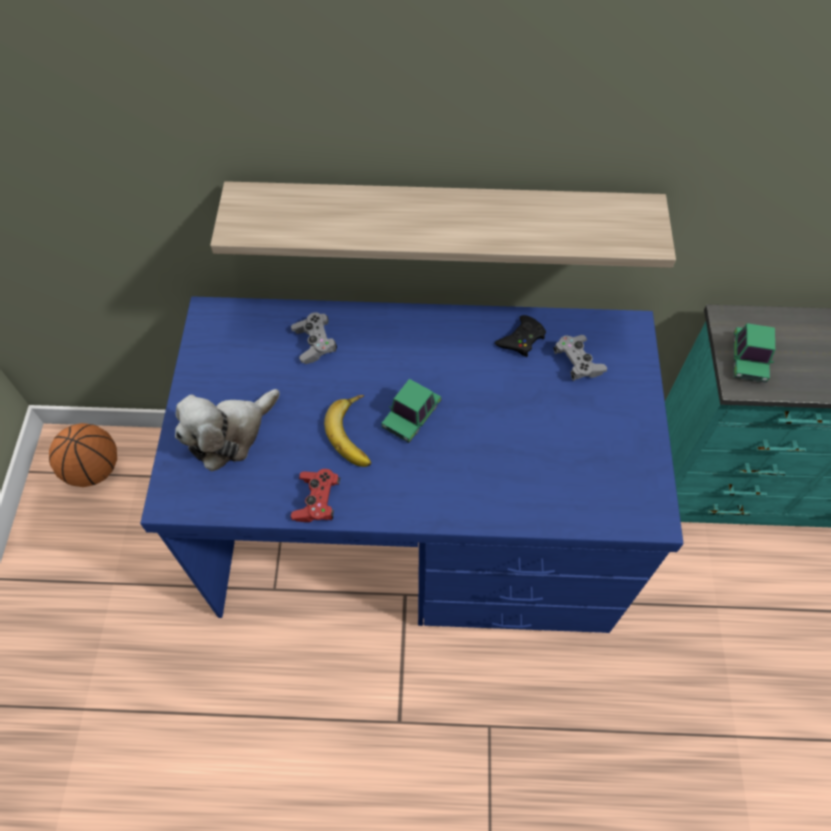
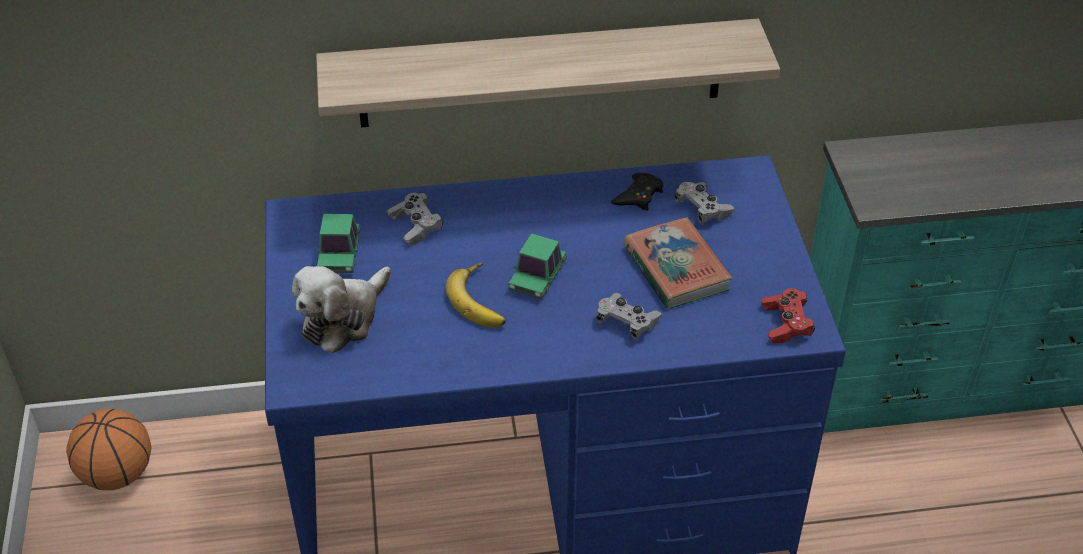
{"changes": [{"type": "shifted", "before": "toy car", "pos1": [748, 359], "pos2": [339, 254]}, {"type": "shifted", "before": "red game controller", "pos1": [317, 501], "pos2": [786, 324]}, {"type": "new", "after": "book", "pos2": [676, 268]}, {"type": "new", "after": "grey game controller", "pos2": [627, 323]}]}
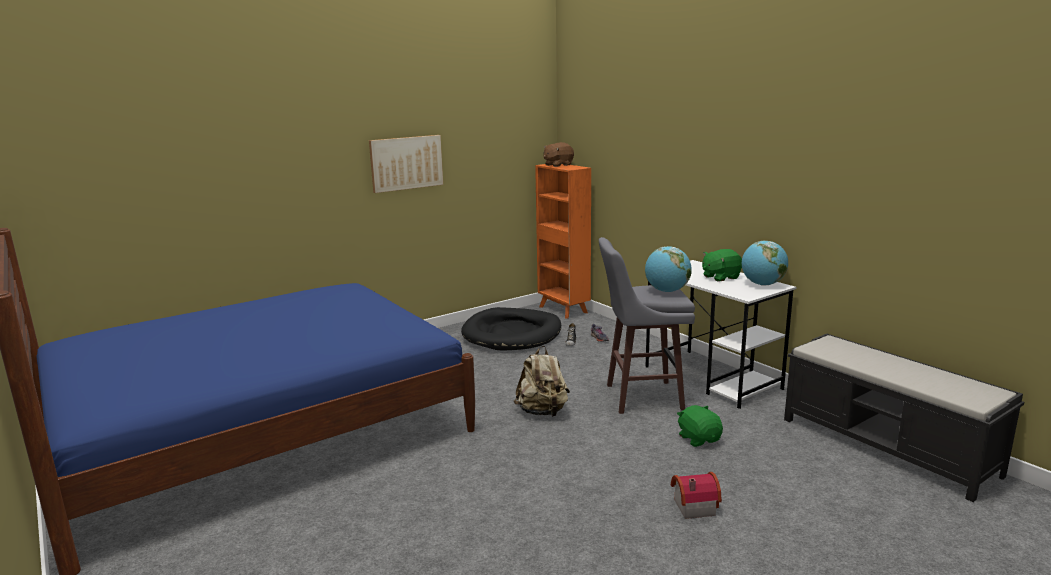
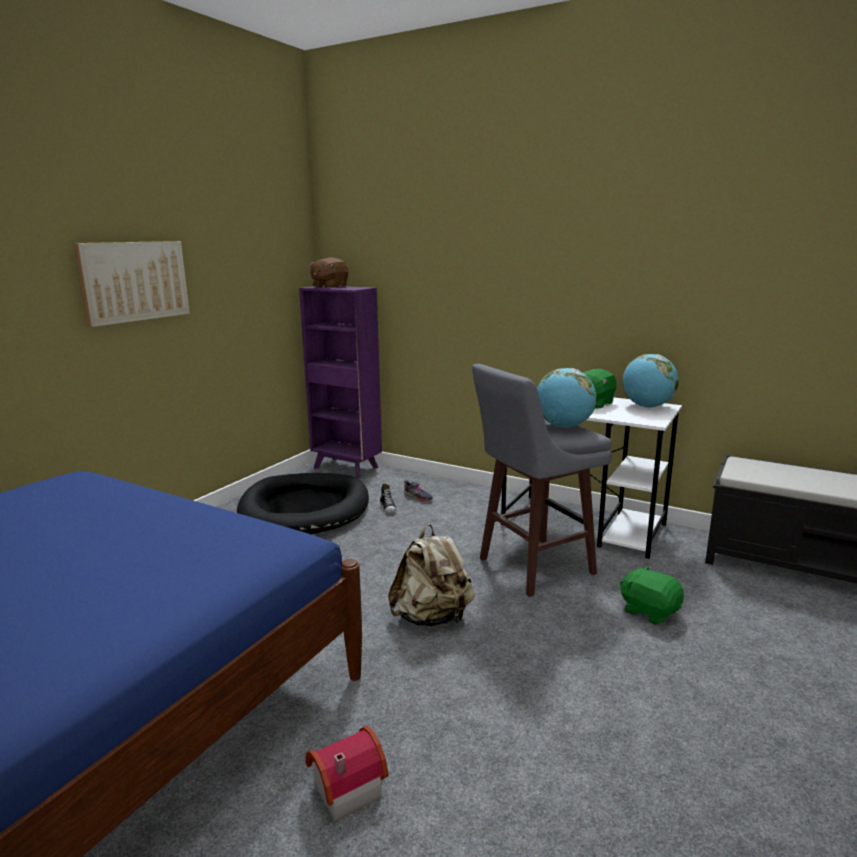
{"changes": [{"type": "repainted", "before": "orange bookcase", "after": "purple bookcase", "pos1": [563, 310], "pos2": [347, 468]}, {"type": "shifted", "before": "toy house", "pos1": [692, 506], "pos2": [344, 788]}]}
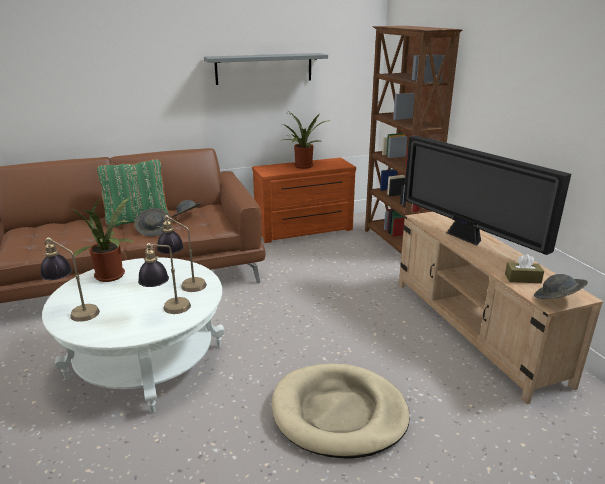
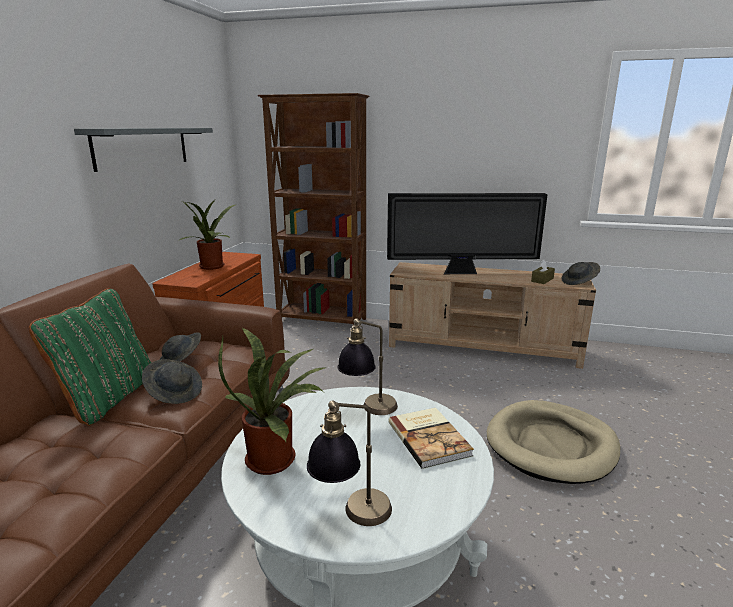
{"changes": [{"type": "swapped", "before": "table lamp", "after": "book", "pos1": [168, 312], "pos2": [430, 438]}]}
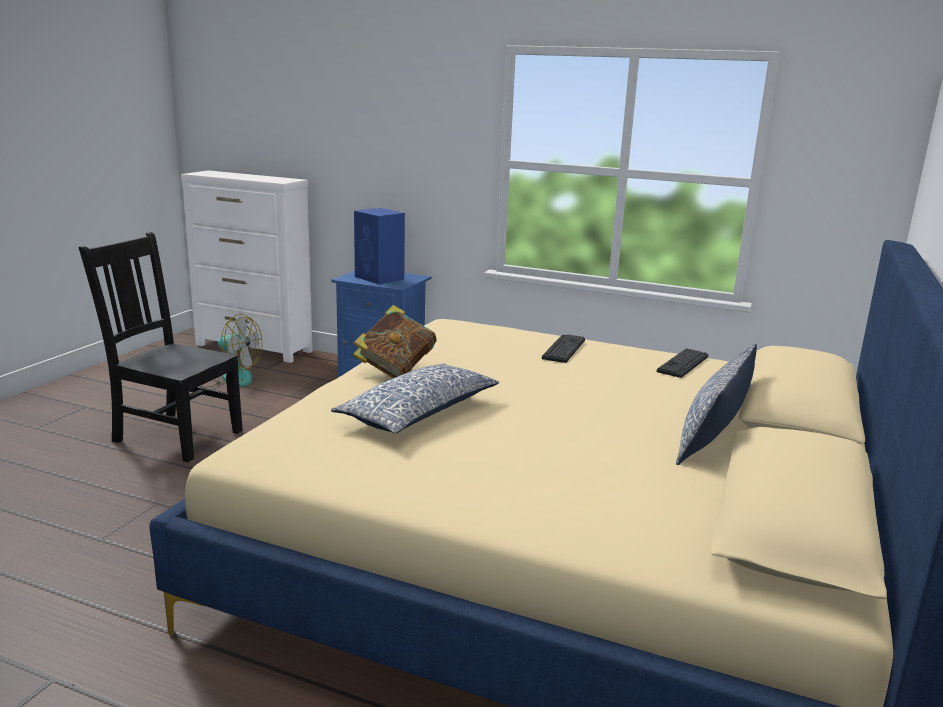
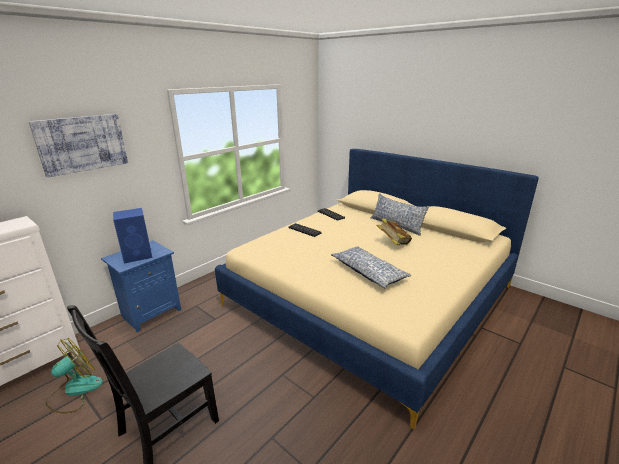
{"changes": [{"type": "shifted", "before": "book", "pos1": [395, 370], "pos2": [393, 243]}, {"type": "new", "after": "picture", "pos2": [82, 144]}]}
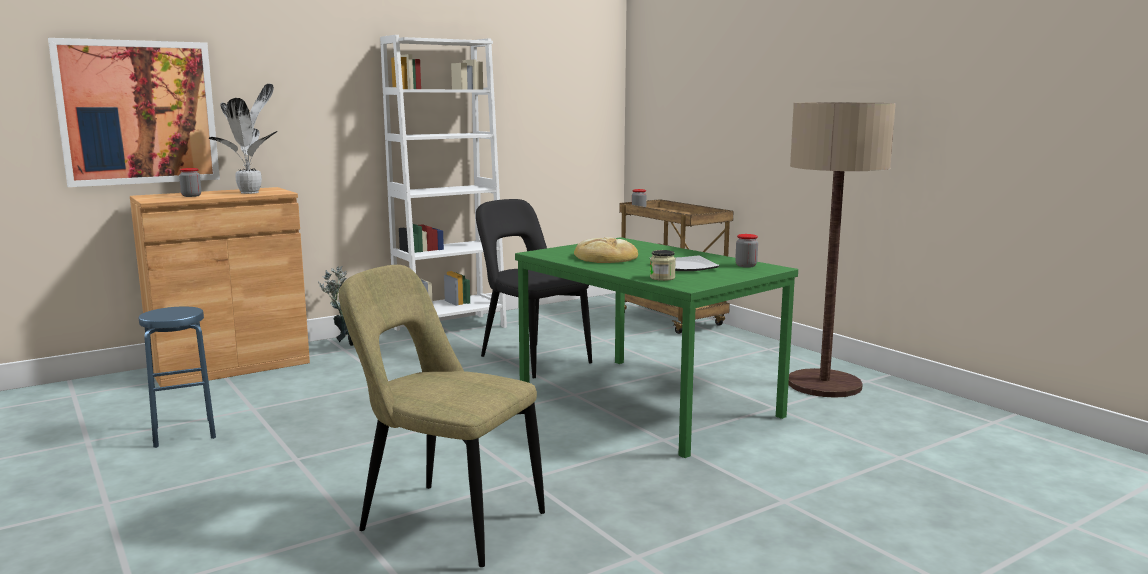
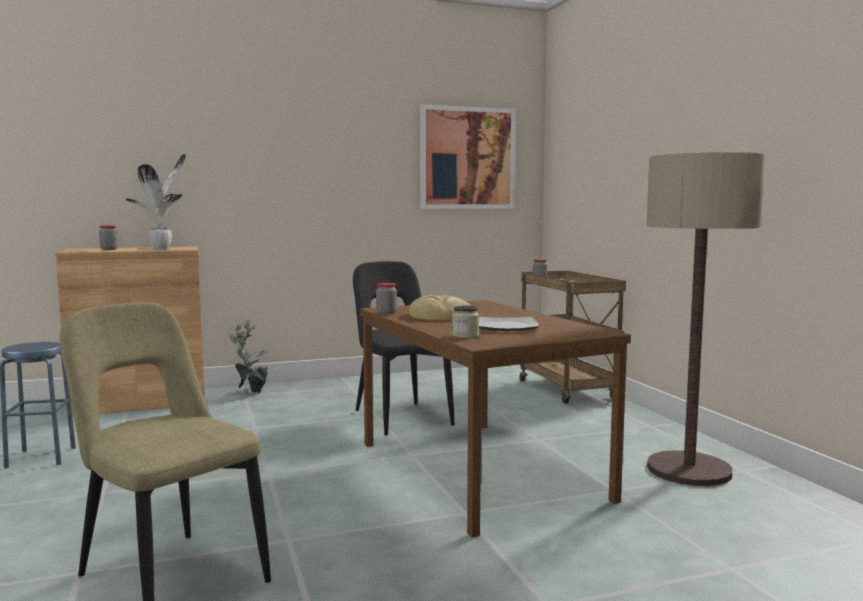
{"changes": [{"type": "gone", "before": "white bookcase", "pos1": [450, 328]}, {"type": "shifted", "before": "picture", "pos1": [138, 112], "pos2": [467, 158]}, {"type": "shifted", "before": "jar", "pos1": [746, 266], "pos2": [386, 313]}, {"type": "repainted", "before": "green dining table", "after": "brown dining table", "pos1": [645, 402], "pos2": [476, 470]}]}
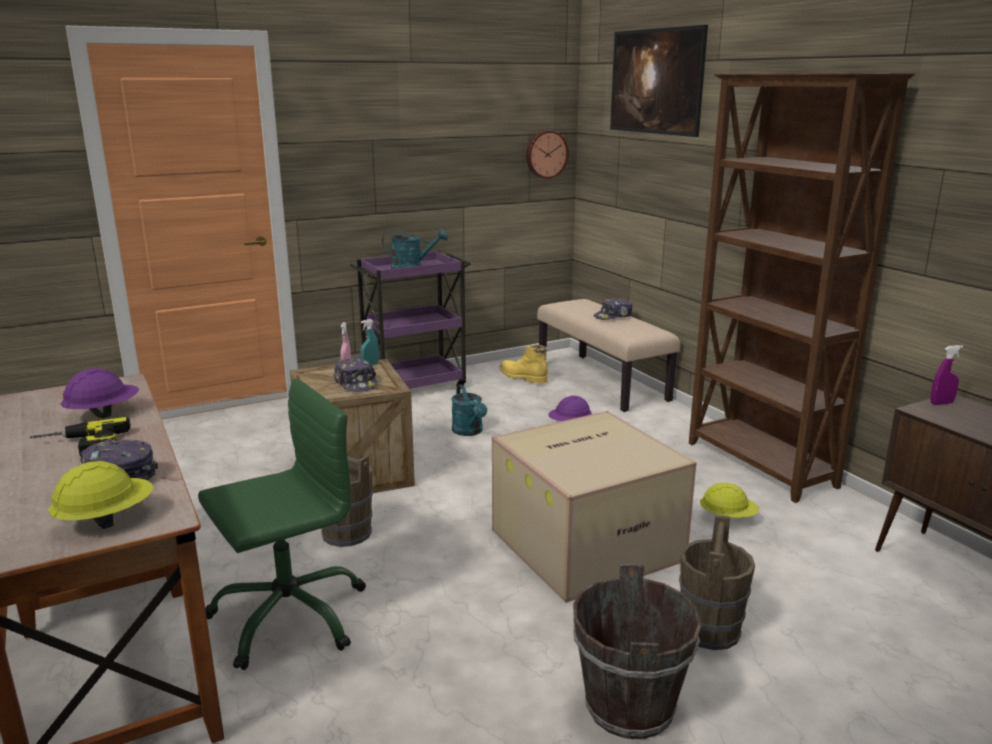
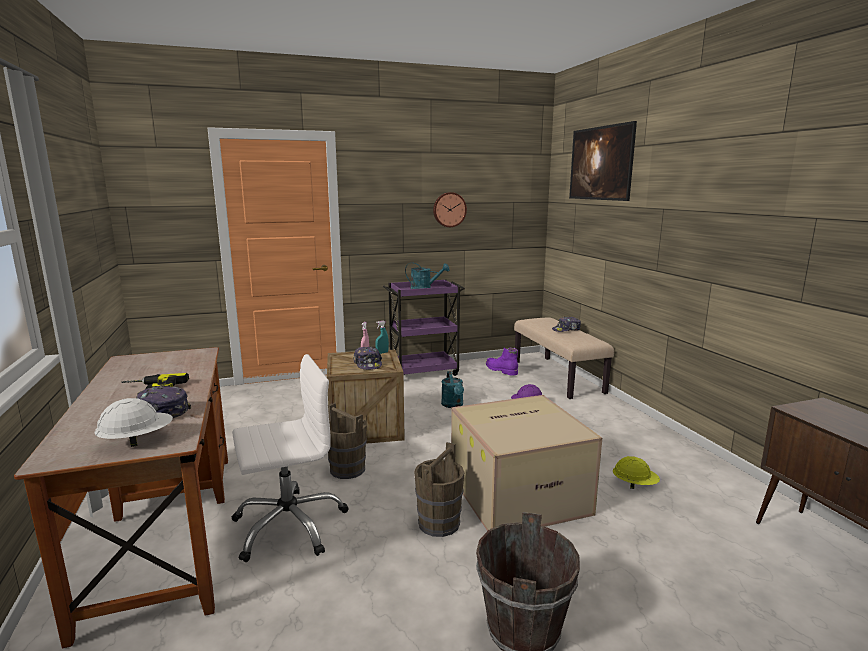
{"changes": [{"type": "gone", "before": "brown bookcase", "pos1": [760, 465]}, {"type": "shifted", "before": "wall clock", "pos1": [546, 154], "pos2": [449, 209]}, {"type": "repainted", "before": "yellow boot", "after": "purple boot", "pos1": [522, 377], "pos2": [500, 370]}, {"type": "gone", "before": "purple spray bottle", "pos1": [941, 403]}, {"type": "gone", "before": "purple hard hat", "pos1": [103, 414]}, {"type": "repainted", "before": "green office chair", "after": "white office chair", "pos1": [288, 615], "pos2": [289, 525]}, {"type": "repainted", "before": "yellow hard hat", "after": "white hard hat", "pos1": [106, 520], "pos2": [137, 441]}, {"type": "shifted", "before": "brown bucket", "pos1": [709, 630], "pos2": [439, 523]}]}
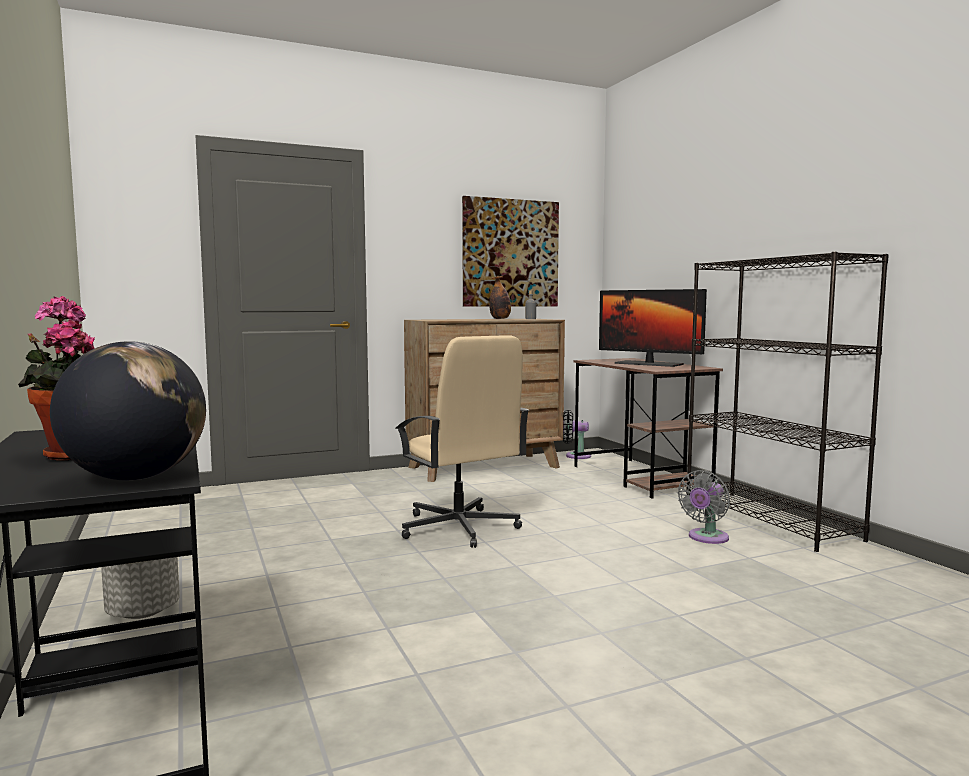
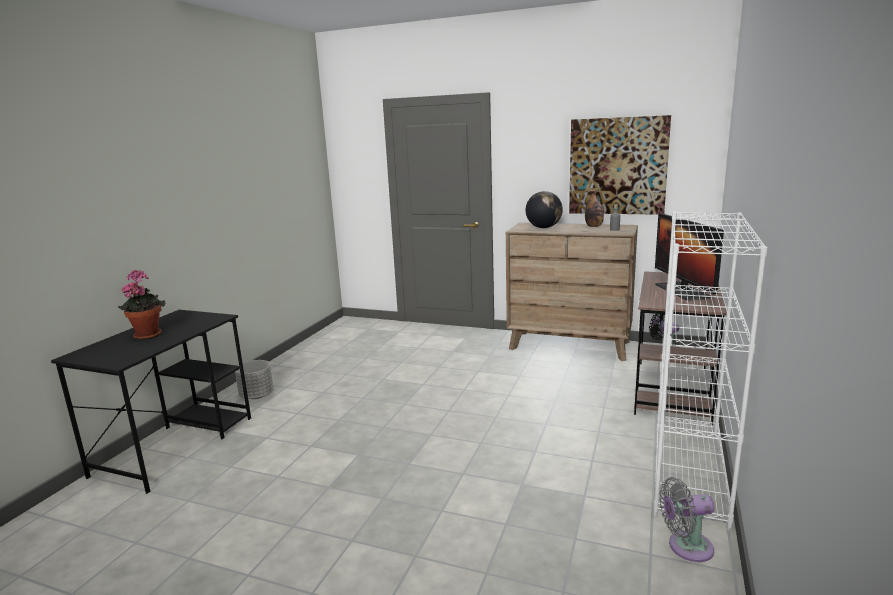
{"changes": [{"type": "repainted", "before": "black bookcase", "after": "white bookcase", "pos1": [770, 519], "pos2": [689, 472]}, {"type": "gone", "before": "beige office chair", "pos1": [459, 528]}, {"type": "shifted", "before": "globe", "pos1": [135, 478], "pos2": [543, 227]}, {"type": "shifted", "before": "grey fan", "pos1": [706, 538], "pos2": [686, 547]}]}
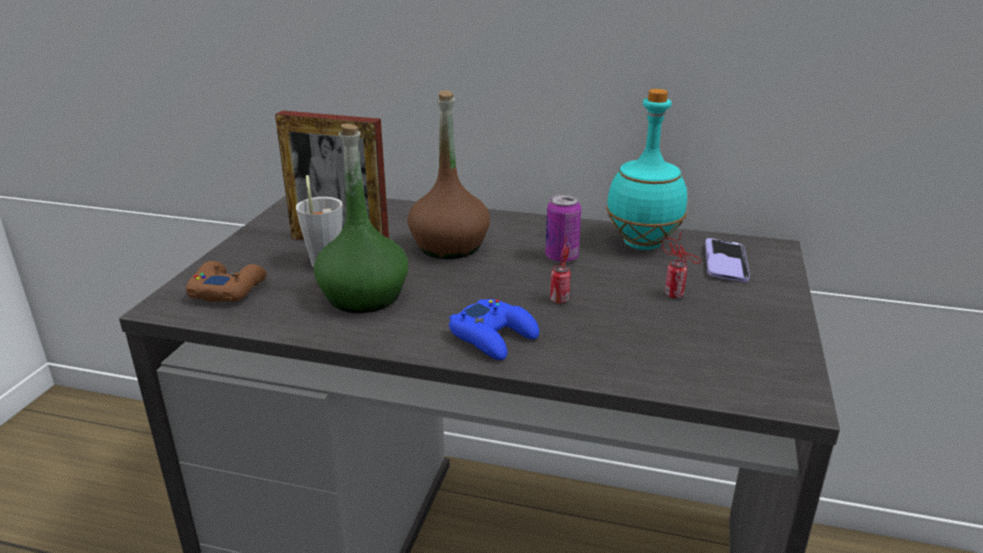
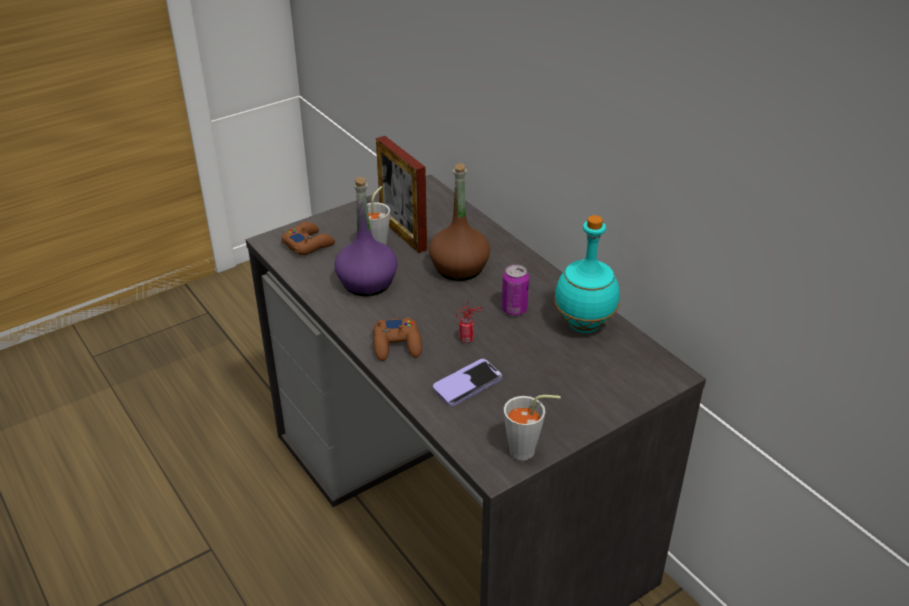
{"changes": [{"type": "repainted", "before": "green bottle", "after": "purple bottle", "pos1": [364, 296], "pos2": [367, 283]}, {"type": "gone", "before": "can", "pos1": [676, 295]}, {"type": "shifted", "before": "phone", "pos1": [726, 262], "pos2": [467, 384]}, {"type": "repainted", "before": "blue game controller", "after": "brown game controller", "pos1": [494, 337], "pos2": [397, 344]}, {"type": "new", "after": "grey cup", "pos2": [528, 451]}]}
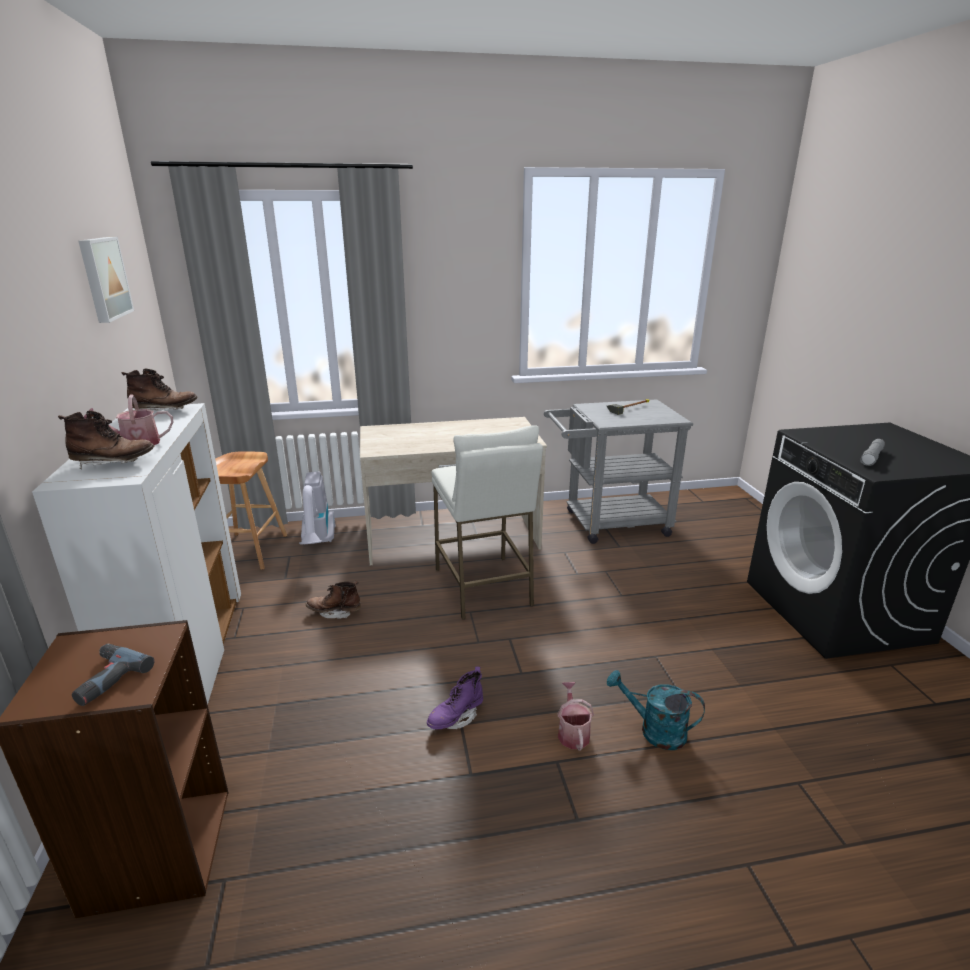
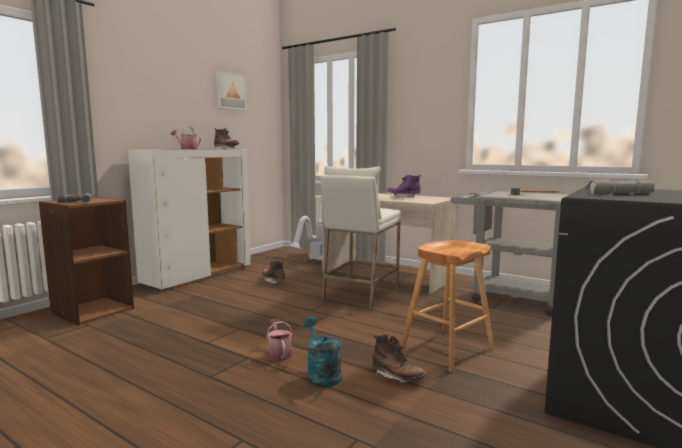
{"changes": [{"type": "shifted", "before": "brown boot", "pos1": [114, 463], "pos2": [397, 377]}, {"type": "shifted", "before": "brown stool", "pos1": [249, 551], "pos2": [447, 350]}, {"type": "shifted", "before": "purple boot", "pos1": [456, 717], "pos2": [403, 197]}, {"type": "rotated", "before": "watering can", "pos1": [572, 732], "pos2": [279, 353], "turn": -60}]}
